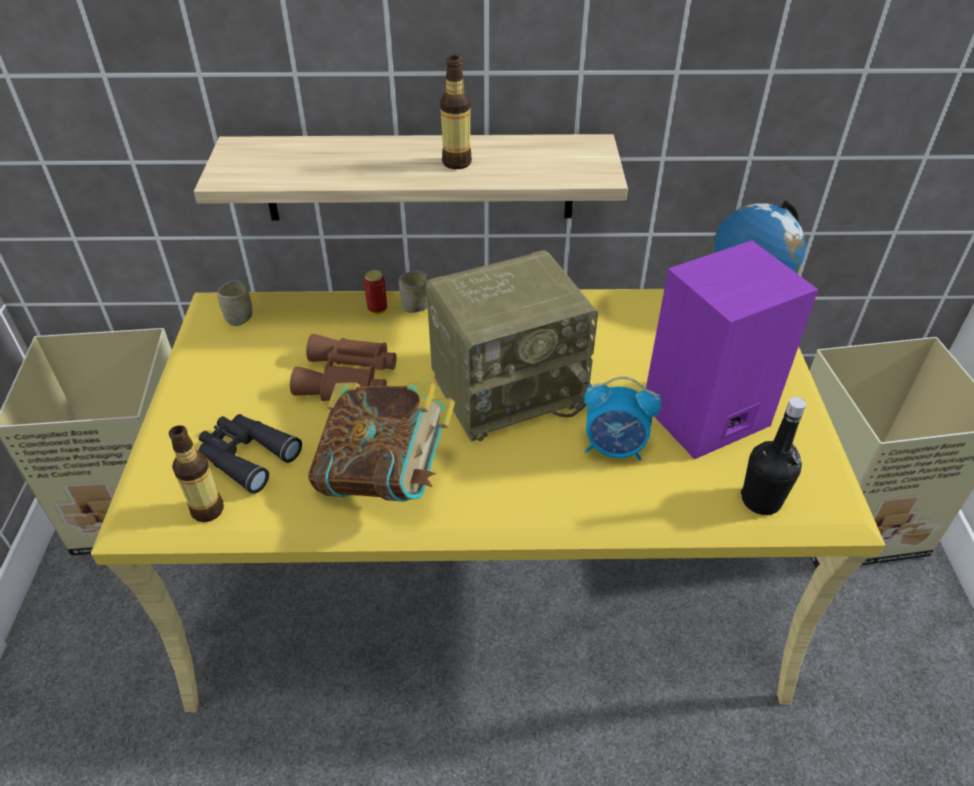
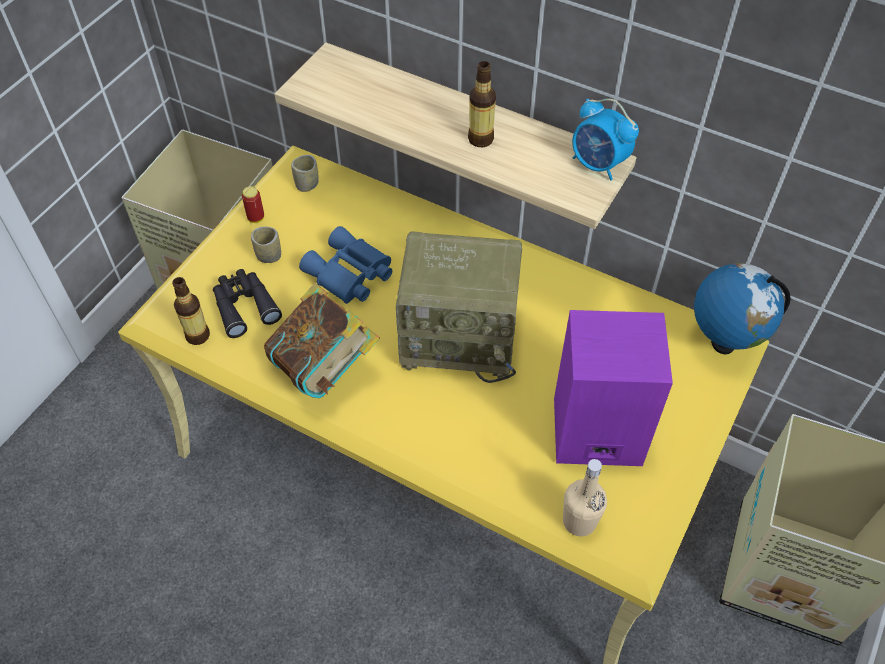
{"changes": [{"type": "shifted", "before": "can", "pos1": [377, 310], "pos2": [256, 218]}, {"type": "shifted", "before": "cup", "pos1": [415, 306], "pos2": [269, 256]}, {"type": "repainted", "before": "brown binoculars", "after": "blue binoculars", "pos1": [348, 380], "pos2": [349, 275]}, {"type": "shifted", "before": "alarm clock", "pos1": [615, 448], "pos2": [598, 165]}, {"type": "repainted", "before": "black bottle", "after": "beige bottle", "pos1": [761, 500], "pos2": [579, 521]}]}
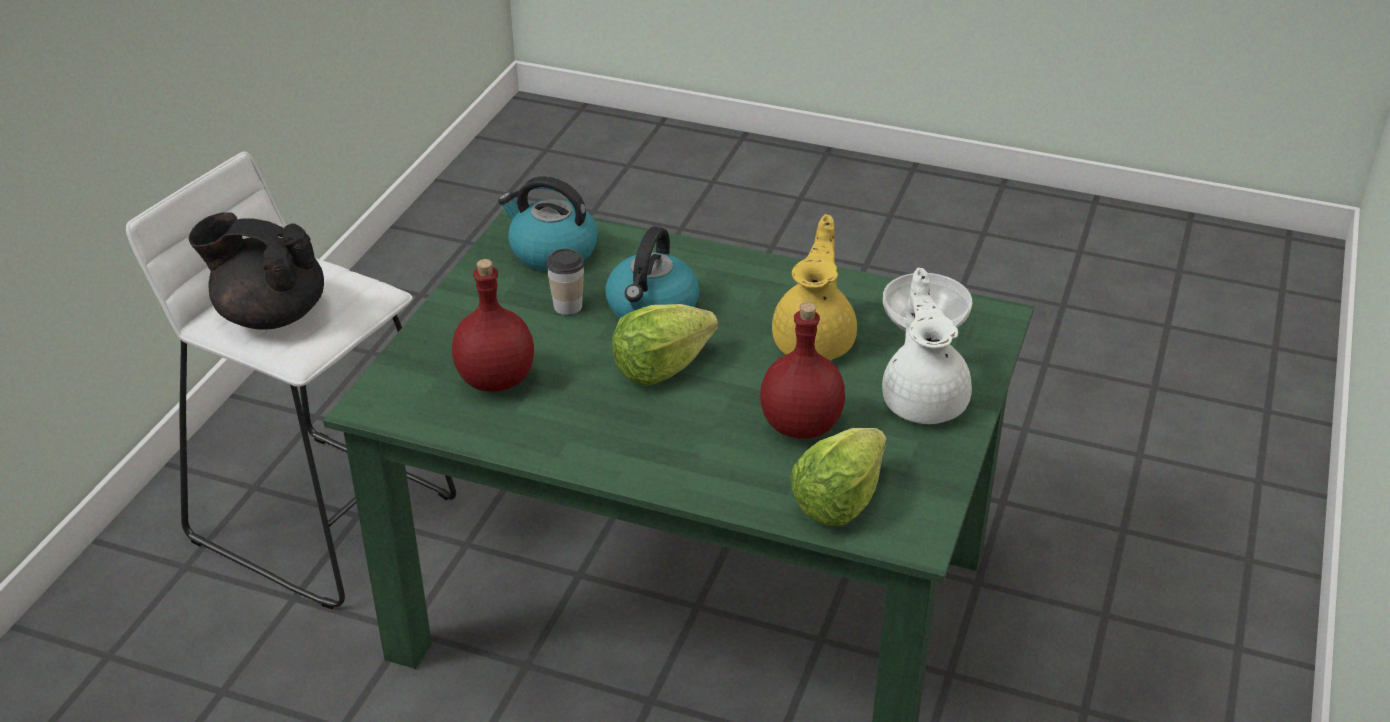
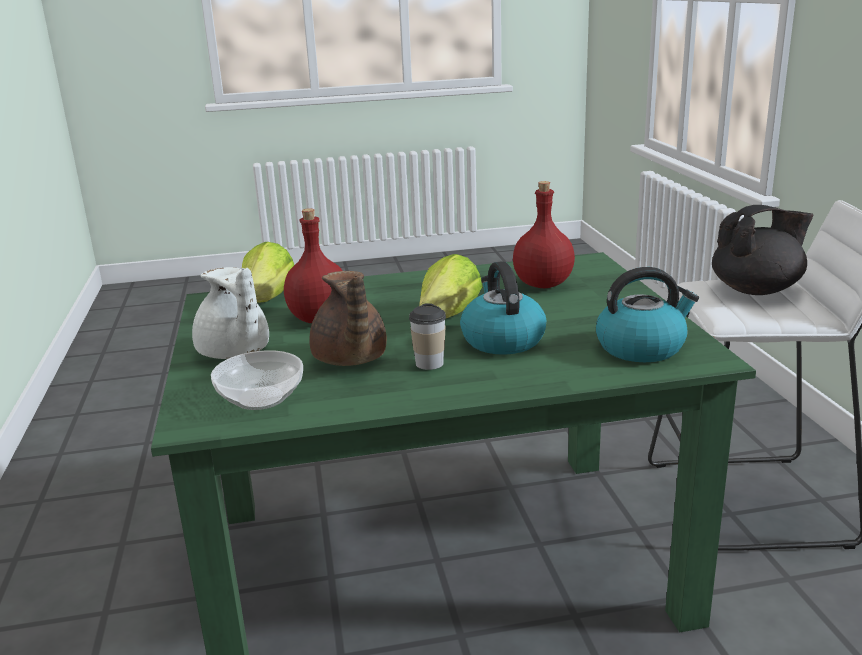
{"changes": [{"type": "repainted", "before": "yellow teapot", "after": "brown teapot", "pos1": [815, 341], "pos2": [349, 360]}, {"type": "shifted", "before": "cup", "pos1": [568, 306], "pos2": [429, 363]}]}
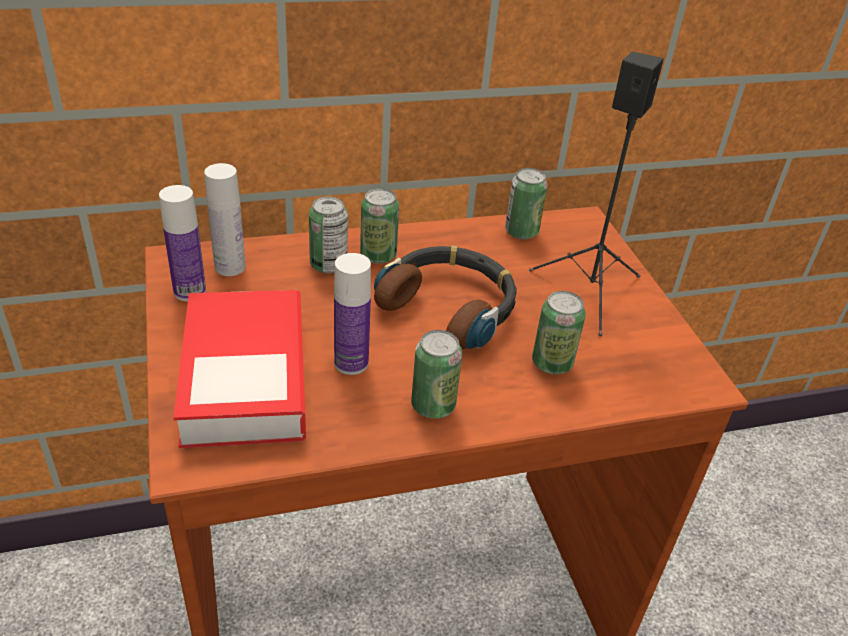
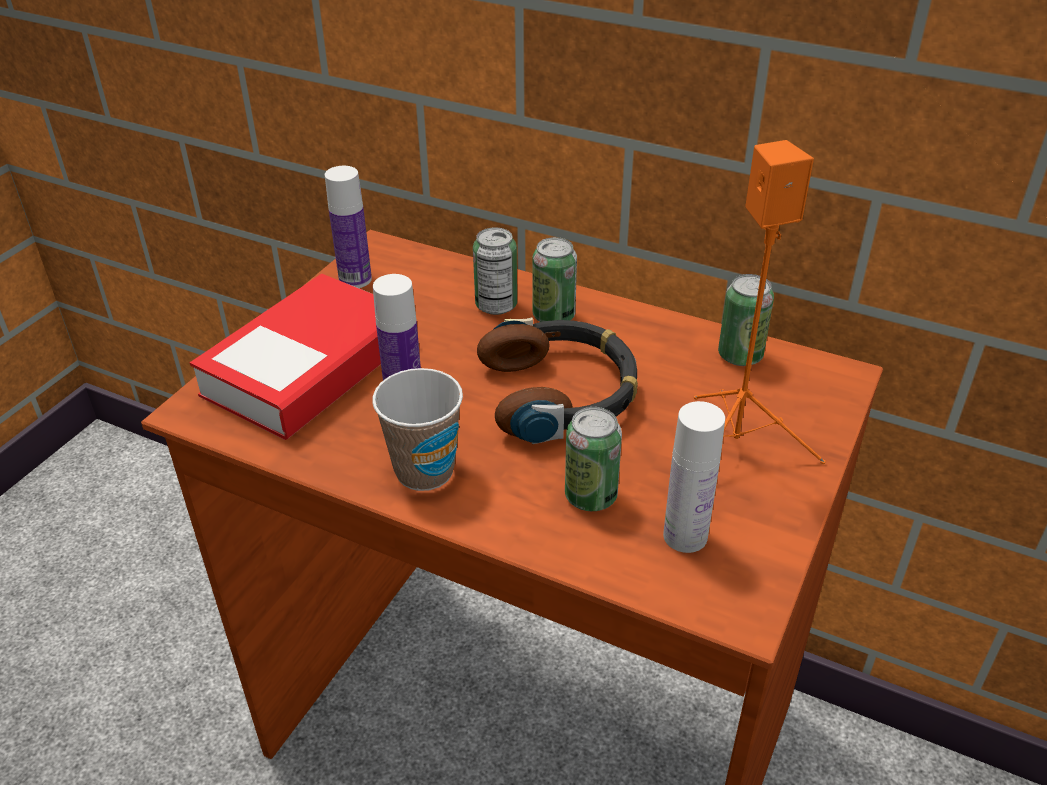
{"changes": [{"type": "repainted", "before": "black speaker", "after": "orange speaker", "pos1": [590, 292], "pos2": [736, 450]}, {"type": "shifted", "before": "white bottle", "pos1": [230, 267], "pos2": [685, 536]}, {"type": "swapped", "before": "can", "after": "cup", "pos1": [433, 405], "pos2": [424, 471]}]}
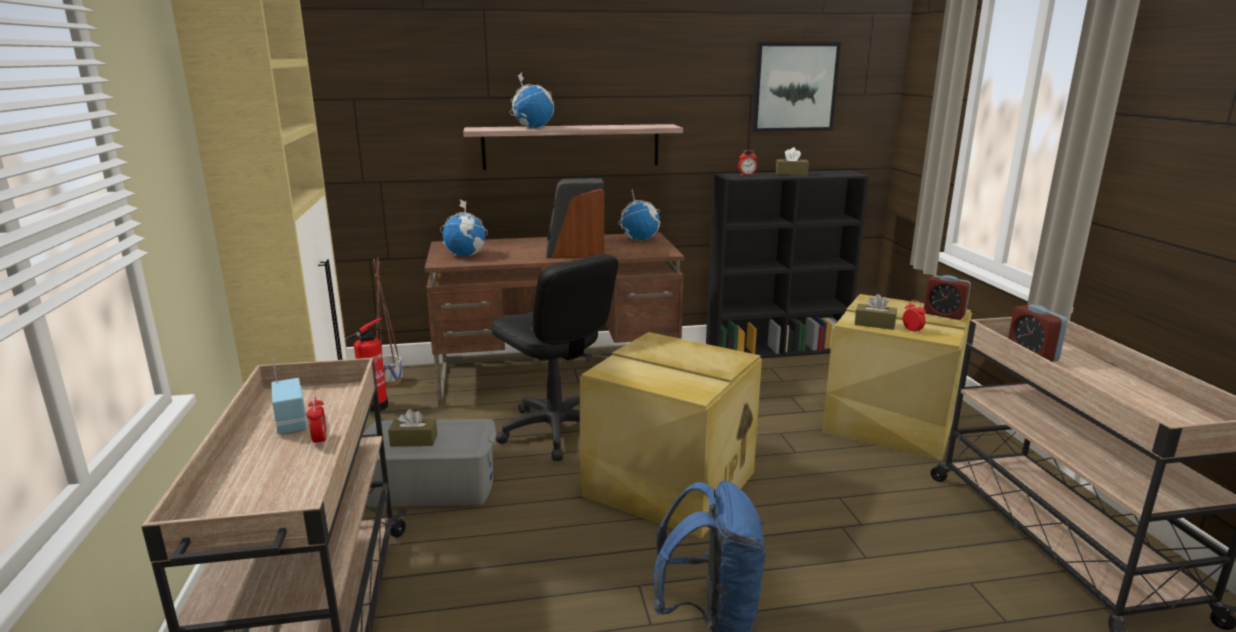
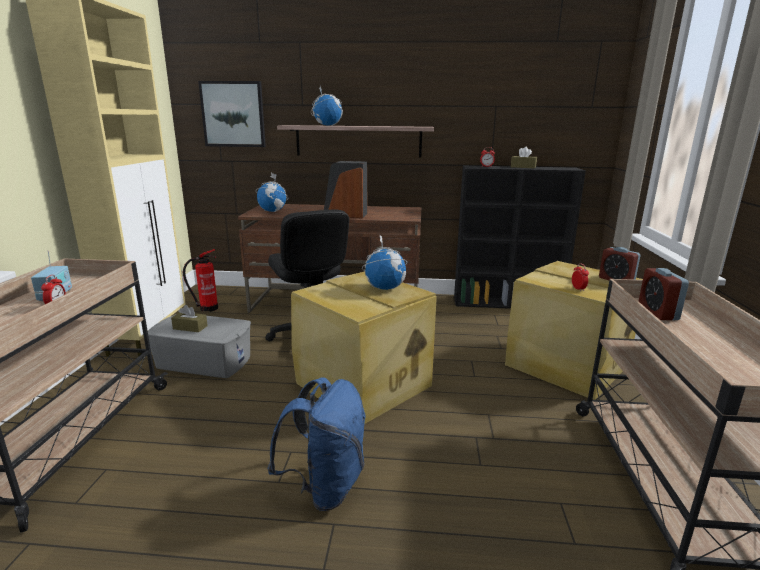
{"changes": [{"type": "shifted", "before": "picture", "pos1": [794, 87], "pos2": [233, 114]}, {"type": "shifted", "before": "globe", "pos1": [639, 239], "pos2": [385, 288]}, {"type": "gone", "before": "planter", "pos1": [389, 381]}, {"type": "gone", "before": "brown tissue box", "pos1": [874, 324]}]}
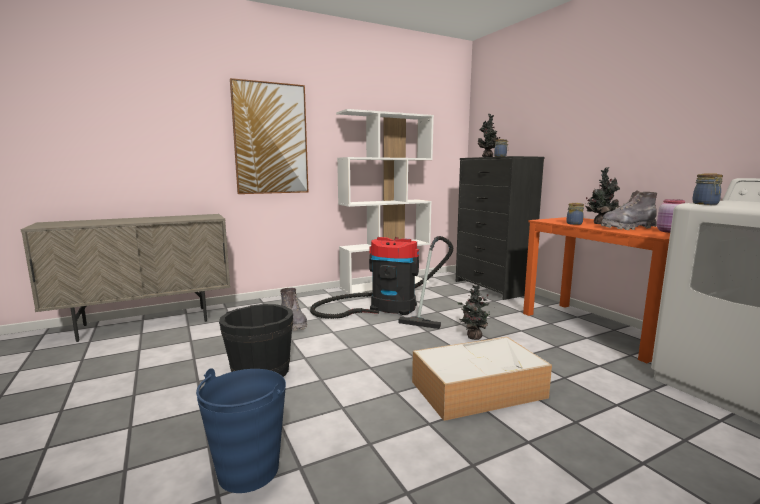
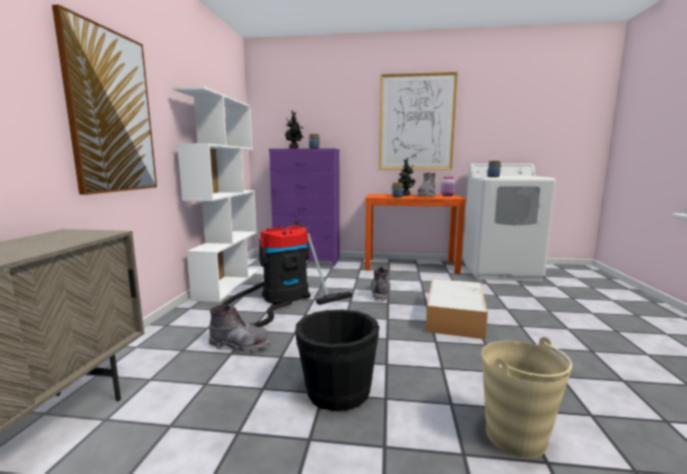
{"changes": [{"type": "repainted", "before": "black dresser", "after": "purple dresser", "pos1": [492, 287], "pos2": [308, 260]}, {"type": "swapped", "before": "potted plant", "after": "grey boot", "pos1": [473, 337], "pos2": [380, 293]}, {"type": "repainted", "before": "blue bucket", "after": "beige bucket", "pos1": [248, 471], "pos2": [516, 437]}, {"type": "new", "after": "picture", "pos2": [416, 122]}]}
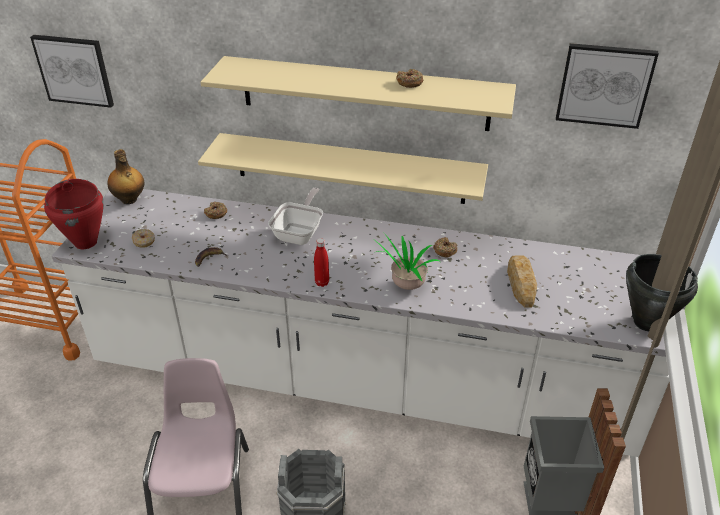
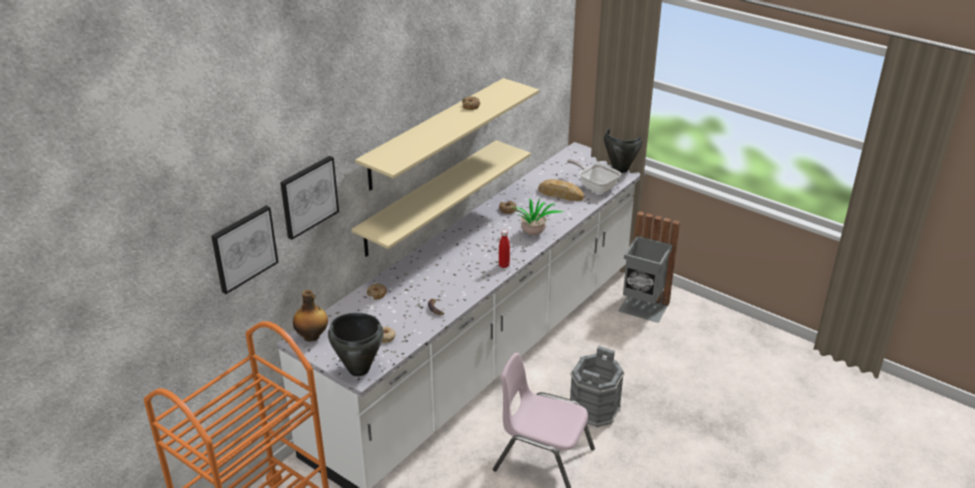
{"changes": [{"type": "shifted", "before": "picture", "pos1": [604, 85], "pos2": [308, 196]}, {"type": "repainted", "before": "red cooking pot", "after": "black cooking pot", "pos1": [86, 242], "pos2": [358, 369]}, {"type": "shifted", "before": "frying pan", "pos1": [300, 233], "pos2": [595, 186]}]}
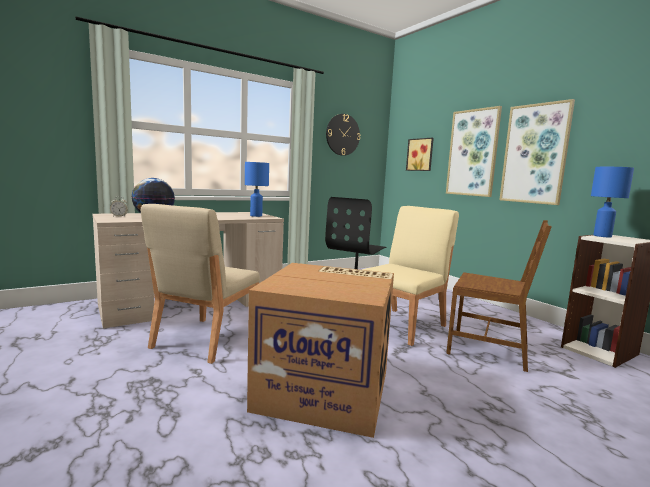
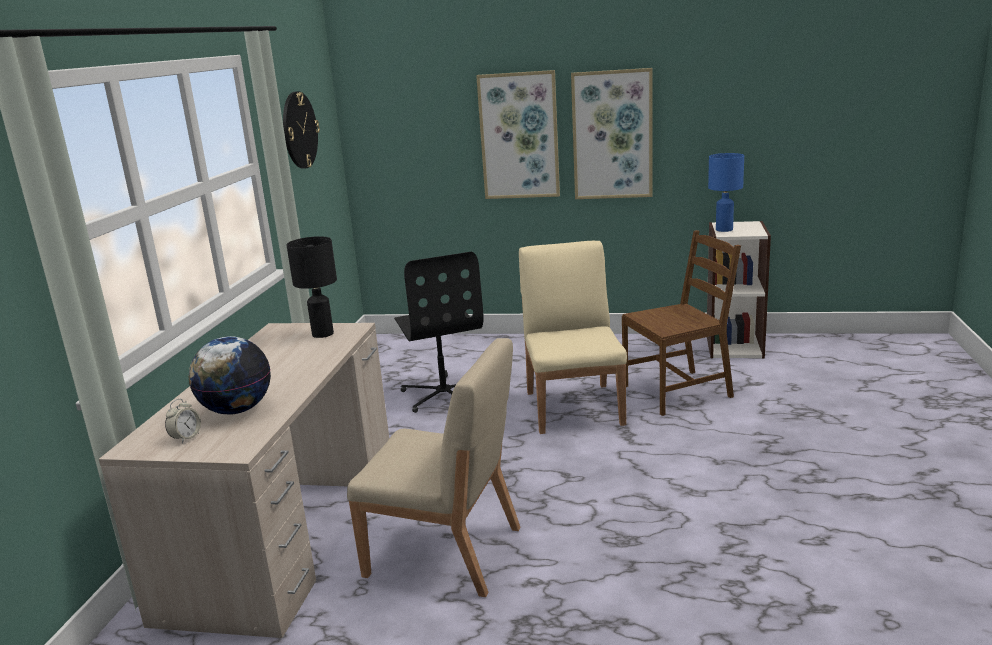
{"changes": [{"type": "gone", "before": "picture", "pos1": [420, 154]}, {"type": "repainted", "before": "blue table lamp", "after": "black table lamp", "pos1": [256, 216], "pos2": [323, 333]}, {"type": "rotated", "before": "beige chair", "pos1": [204, 339], "pos2": [445, 552], "turn": -45}, {"type": "gone", "before": "cardboard box", "pos1": [326, 389]}]}
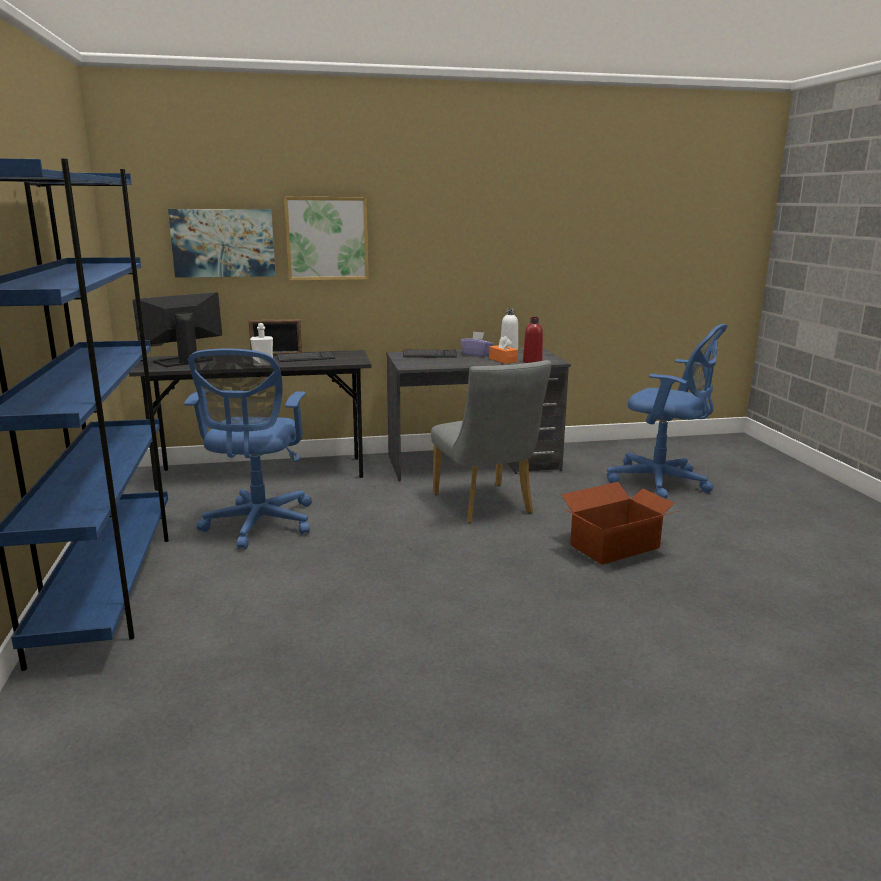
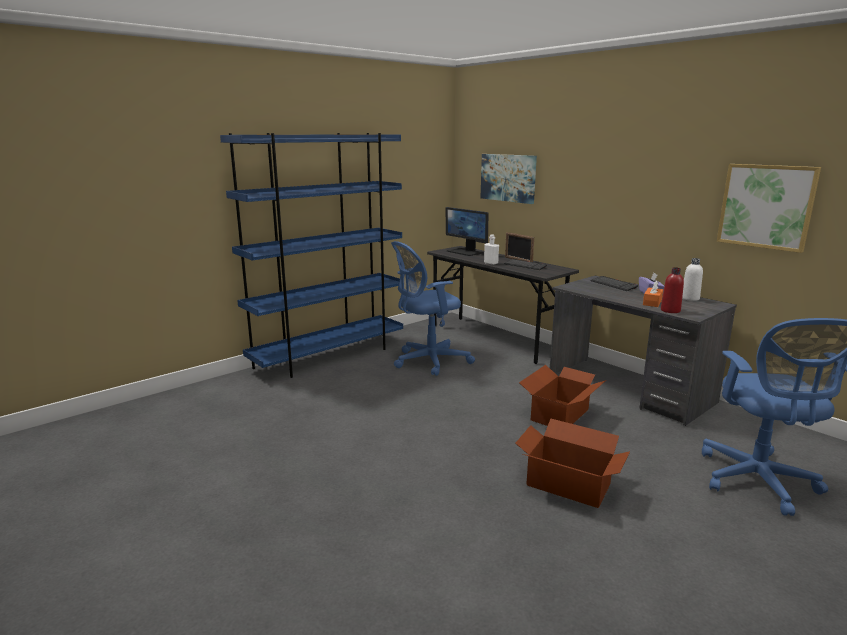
{"changes": [{"type": "shifted", "before": "picture", "pos1": [327, 238], "pos2": [766, 206]}, {"type": "rotated", "before": "monitor", "pos1": [183, 361], "pos2": [465, 252], "turn": -150}, {"type": "swapped", "before": "grey chair", "after": "cardboard box", "pos1": [486, 506], "pos2": [559, 414]}]}
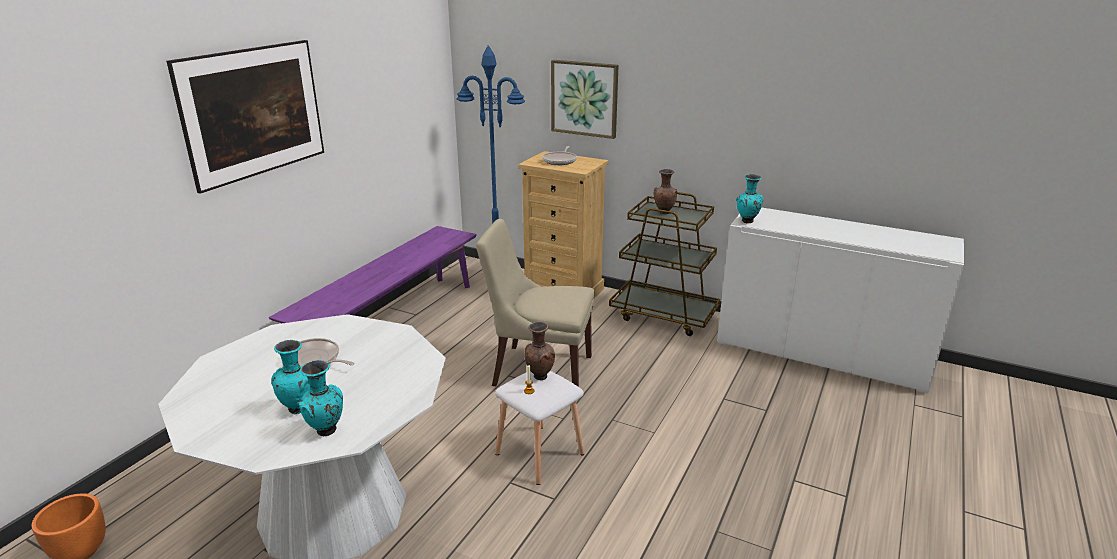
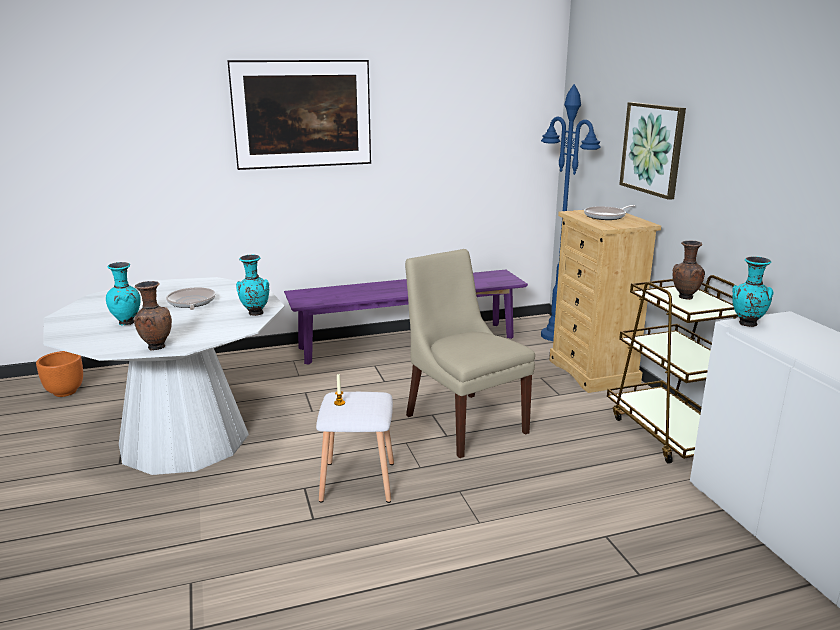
{"changes": [{"type": "shifted", "before": "brown vase", "pos1": [539, 376], "pos2": [156, 347]}, {"type": "shifted", "before": "turquoise vase", "pos1": [326, 432], "pos2": [255, 314]}]}
